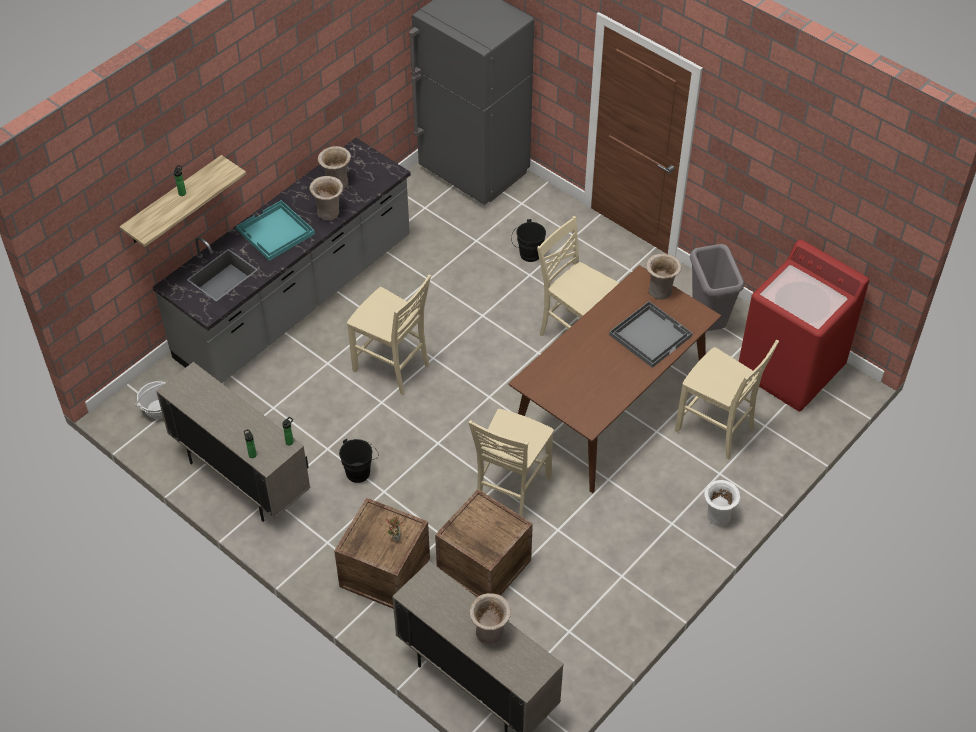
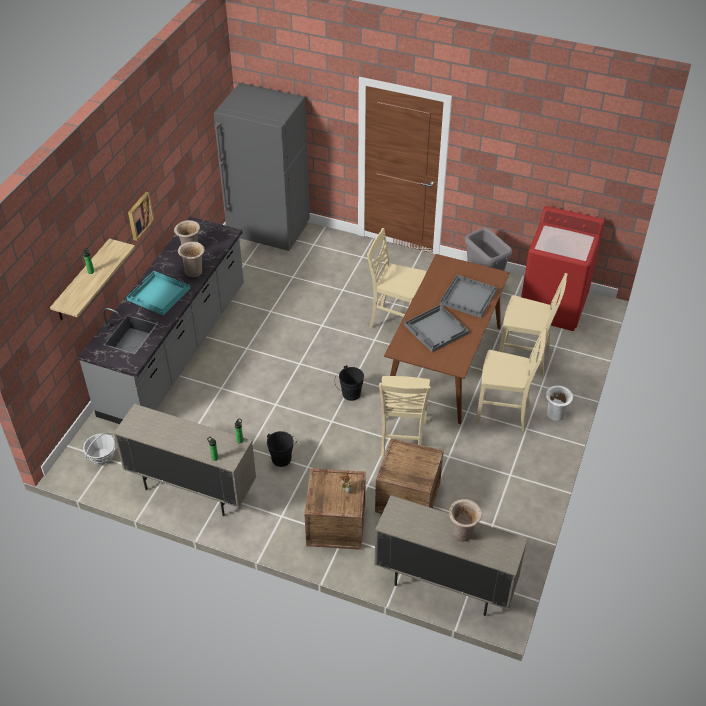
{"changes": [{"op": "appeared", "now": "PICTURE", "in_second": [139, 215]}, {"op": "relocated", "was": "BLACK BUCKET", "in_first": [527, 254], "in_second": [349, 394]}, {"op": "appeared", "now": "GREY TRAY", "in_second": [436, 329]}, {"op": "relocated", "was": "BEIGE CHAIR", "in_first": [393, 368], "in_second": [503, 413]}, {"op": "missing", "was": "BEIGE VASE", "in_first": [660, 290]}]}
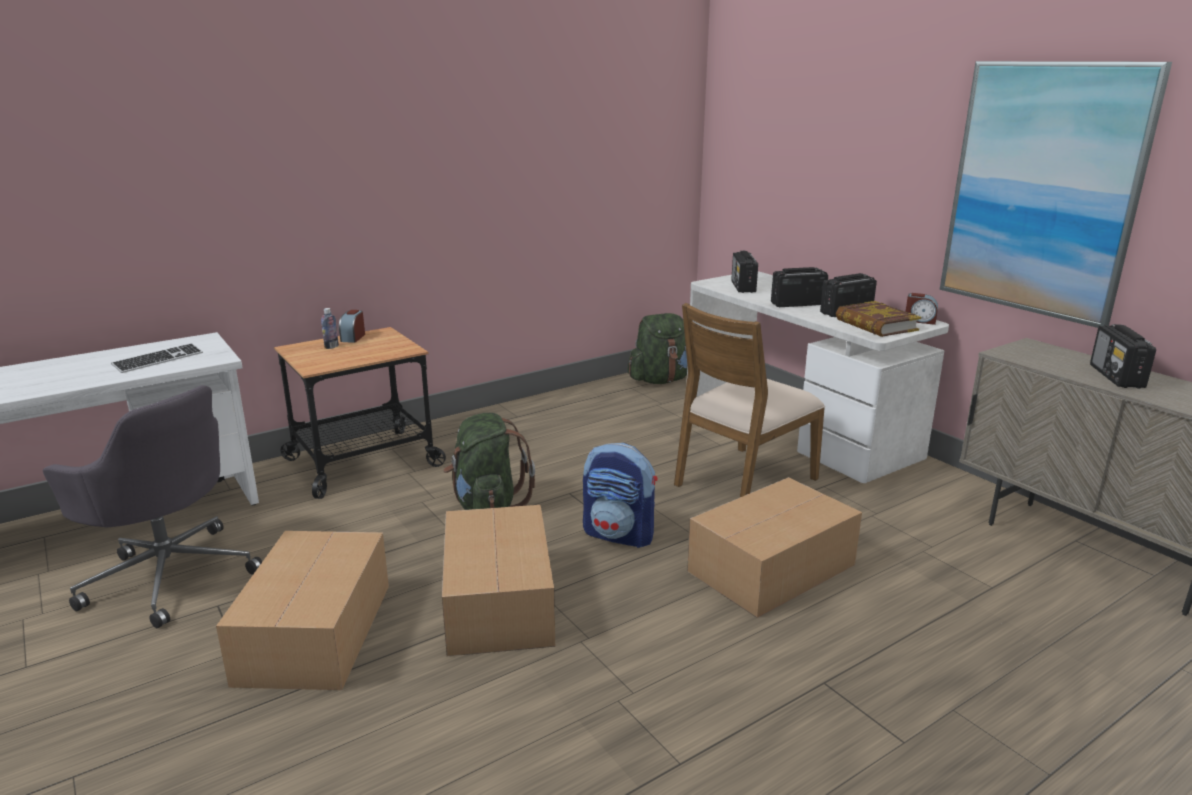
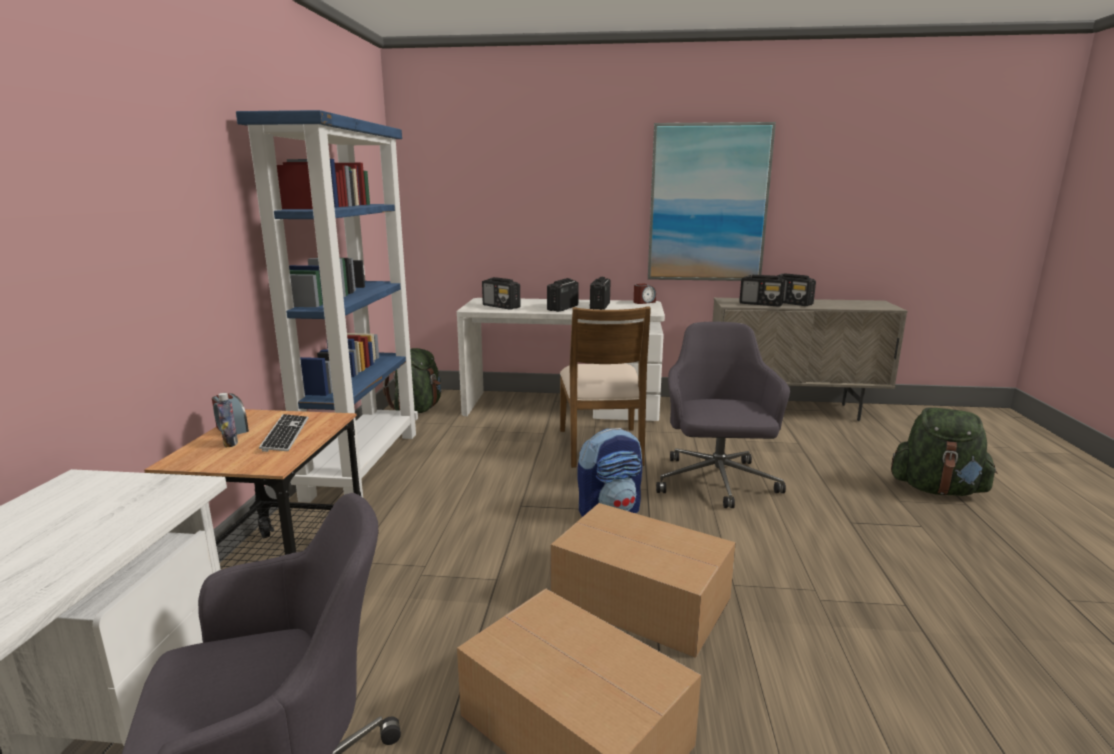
{"changes": [{"op": "appeared", "now": "BLUE BOOKCASE", "in_second": [363, 463]}, {"op": "relocated", "was": "KEYBOARD", "in_first": [158, 360], "in_second": [285, 434]}, {"op": "exchanged", "was": "CARDBOARD BOX", "now": "GREY OFFICE CHAIR", "in_first": [774, 567], "in_second": [716, 483]}, {"op": "appeared", "now": "RADIO", "in_second": [761, 304]}, {"op": "relocated", "was": "GREEN BACKPACK", "in_first": [487, 506], "in_second": [937, 489]}, {"op": "missing", "was": "BOOK", "in_first": [875, 325]}]}
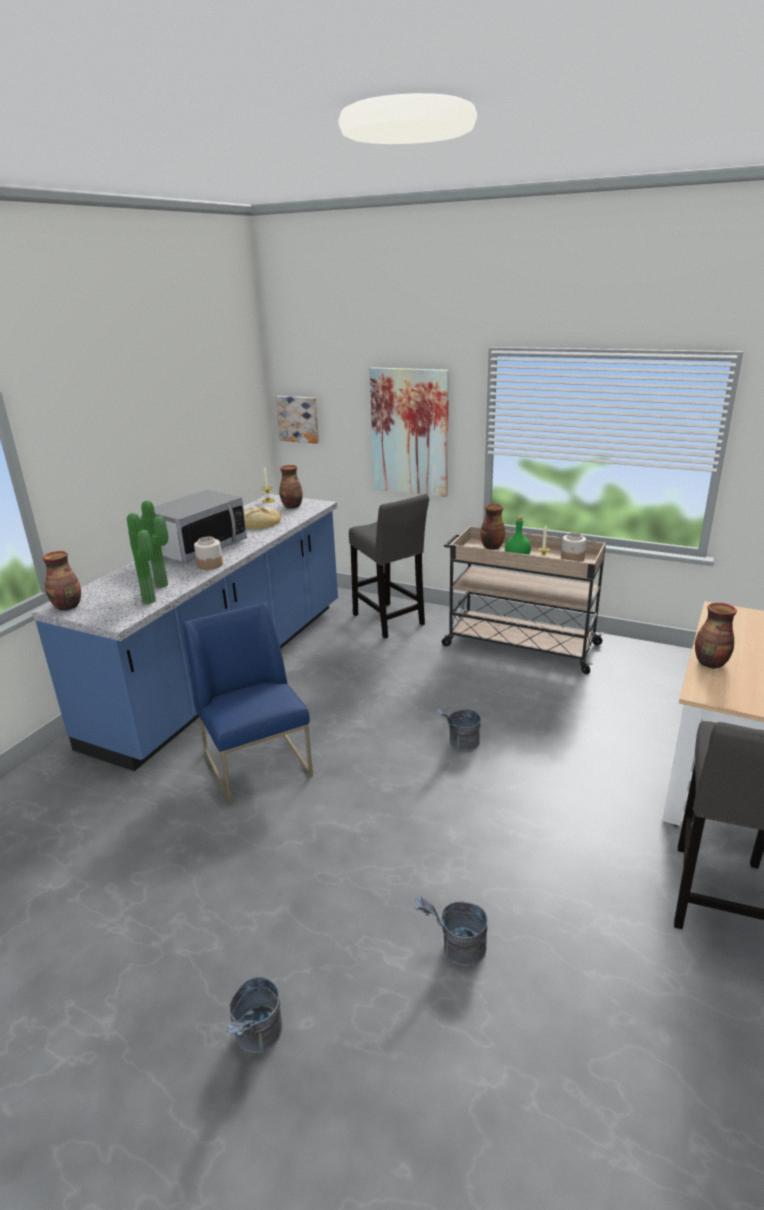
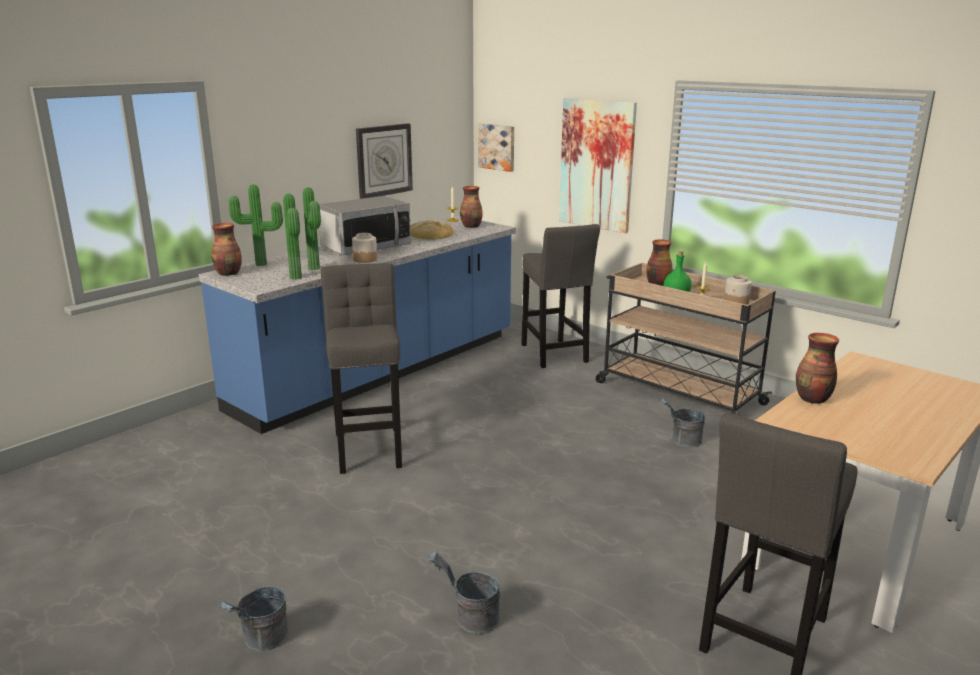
{"changes": [{"op": "appeared", "now": "POTTED PLANT", "in_second": [261, 265]}, {"op": "exchanged", "was": "BLUE CHAIR", "now": "GREY STOOL", "in_first": [258, 764], "in_second": [369, 447]}, {"op": "appeared", "now": "WALL CLOCK", "in_second": [384, 160]}, {"op": "relocated", "was": "GREY BUCKET", "in_first": [460, 745], "in_second": [682, 442]}]}
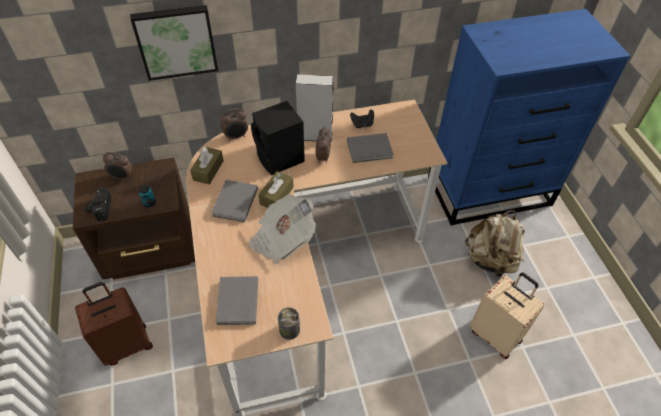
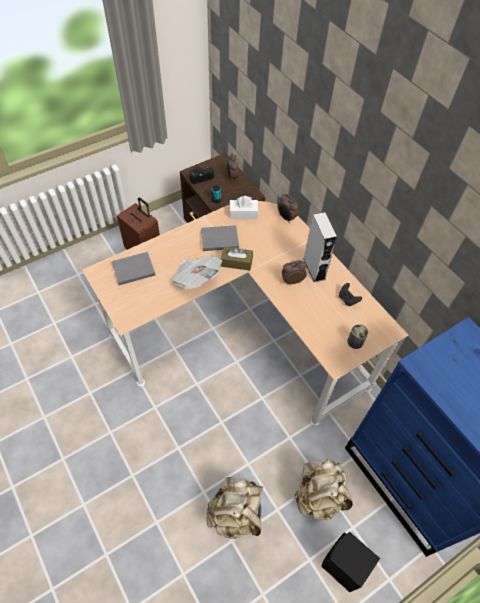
{"changes": [{"op": "exchanged", "was": "BEIGE SUITCASE", "now": "BEIGE BACKPACK", "in_first": [496, 335], "in_second": [236, 513]}, {"op": "colour", "was": "BROWN TISSUE BOX", "now": "WHITE TISSUE BOX", "in_first": [208, 170], "in_second": [243, 213]}, {"op": "relocated", "was": "BLACK SPEAKER", "in_first": [280, 159], "in_second": [342, 566]}, {"op": "relocated", "was": "CAN", "in_first": [289, 330], "in_second": [355, 342]}, {"op": "missing", "was": "PICTURE", "in_first": [176, 41]}, {"op": "missing", "was": "GREY BOOK", "in_first": [371, 149]}]}
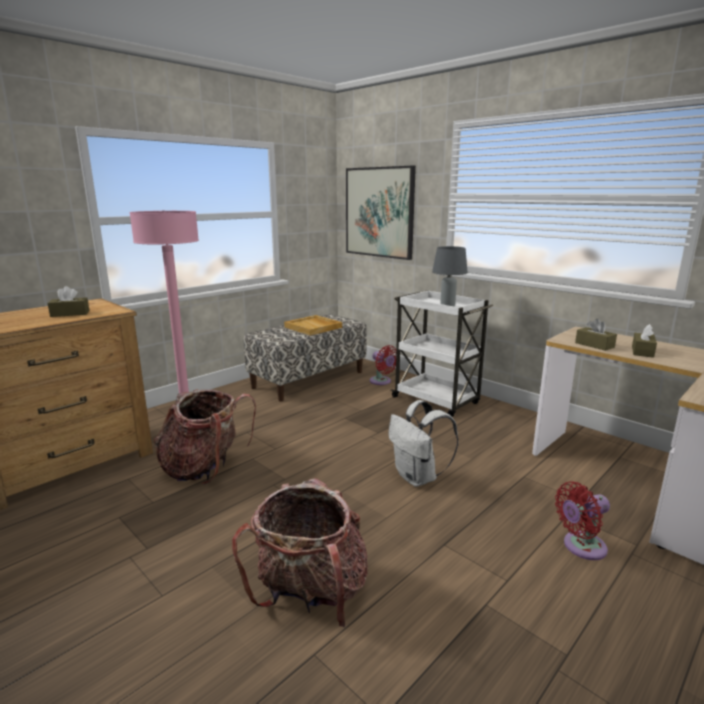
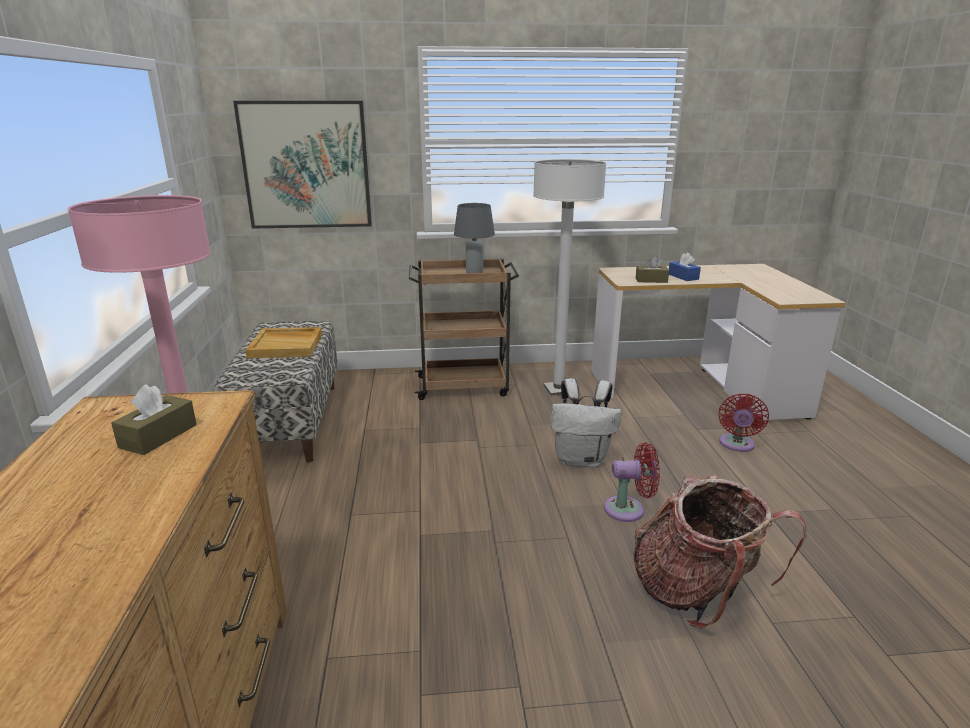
{"changes": [{"op": "colour", "was": "WHITE CART", "now": "BROWN CART", "in_first": [436, 401], "in_second": [464, 386]}, {"op": "appeared", "now": "WHITE FLOOR LAMP", "in_second": [558, 389]}, {"op": "relocated", "was": "RED FAN", "in_first": [381, 381], "in_second": [629, 509]}, {"op": "colour", "was": "BROWN TISSUE BOX", "now": "BLUE TISSUE BOX", "in_first": [642, 351], "in_second": [683, 277]}, {"op": "missing", "was": "BACKPACK", "in_first": [205, 468]}]}
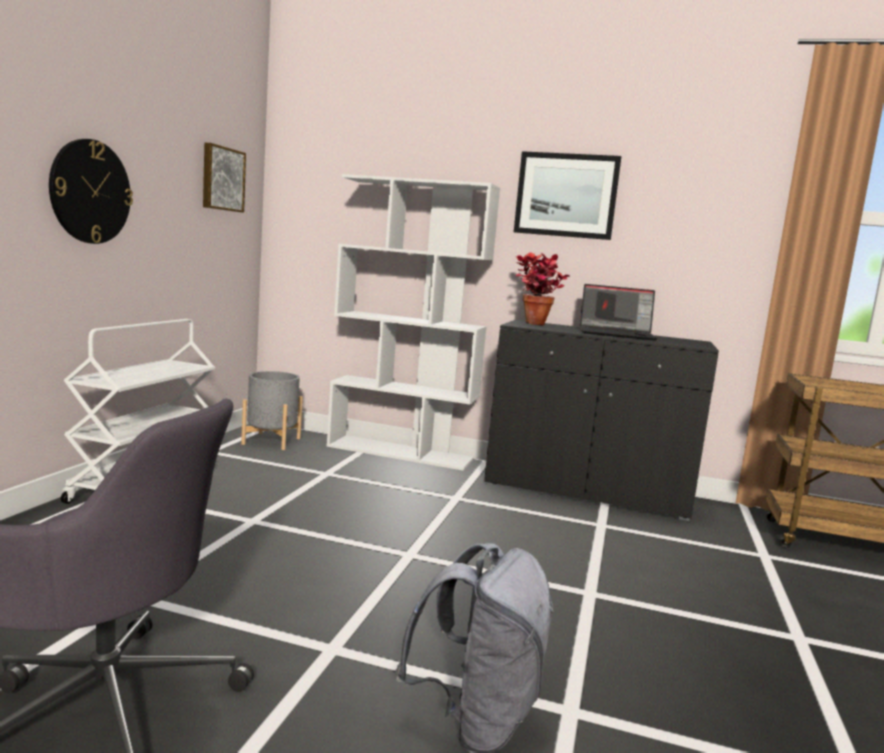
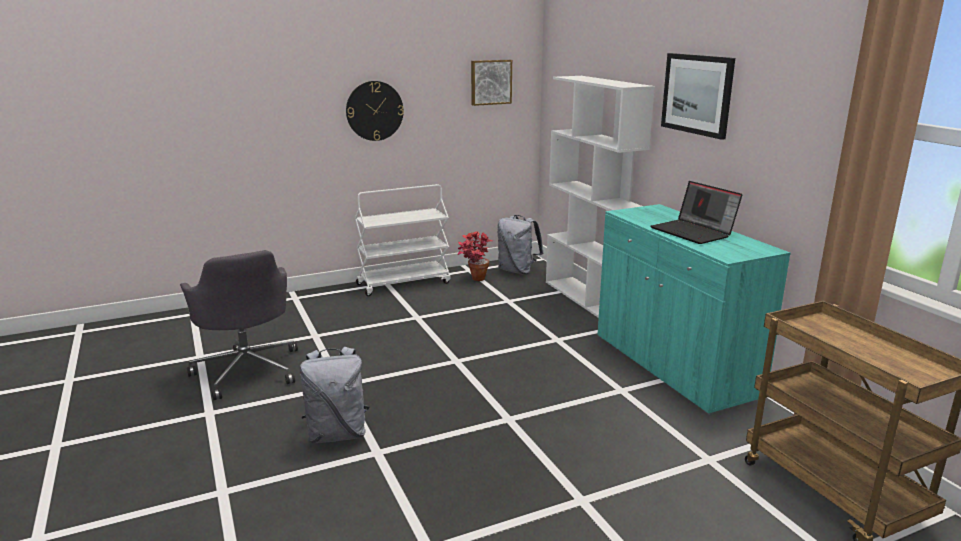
{"changes": [{"op": "relocated", "was": "POTTED PLANT", "in_first": [534, 325], "in_second": [473, 280]}, {"op": "exchanged", "was": "GREY PLANTER", "now": "GREY BACKPACK", "in_first": [271, 441], "in_second": [517, 271]}, {"op": "colour", "was": "BLACK CABINET", "now": "TURQUOISE CABINET", "in_first": [586, 491], "in_second": [674, 366]}]}
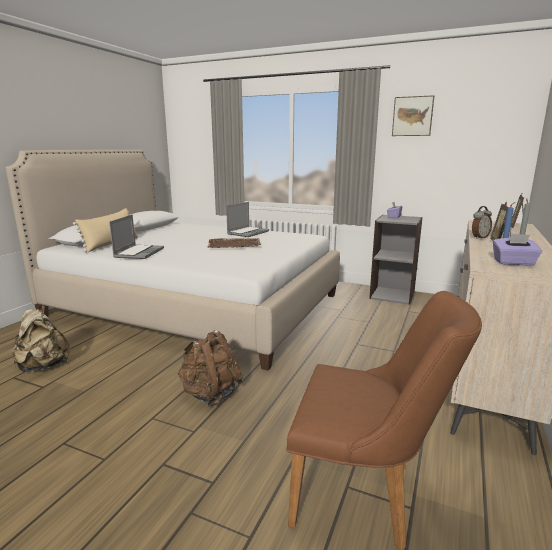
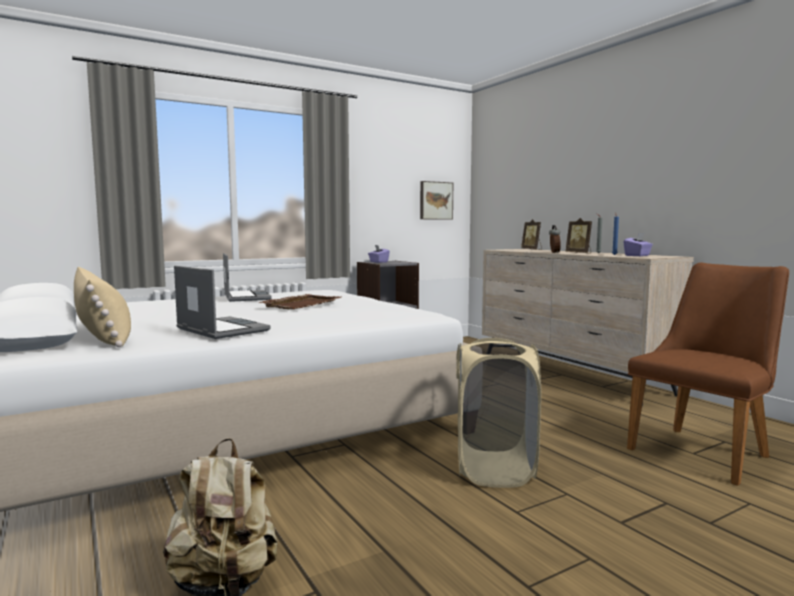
{"changes": [{"op": "relocated", "was": "PICTURE", "in_first": [412, 116], "in_second": [435, 200]}, {"op": "exchanged", "was": "BROWN BACKPACK", "now": "BEIGE LAUNDRY BASKET", "in_first": [210, 394], "in_second": [494, 469]}]}
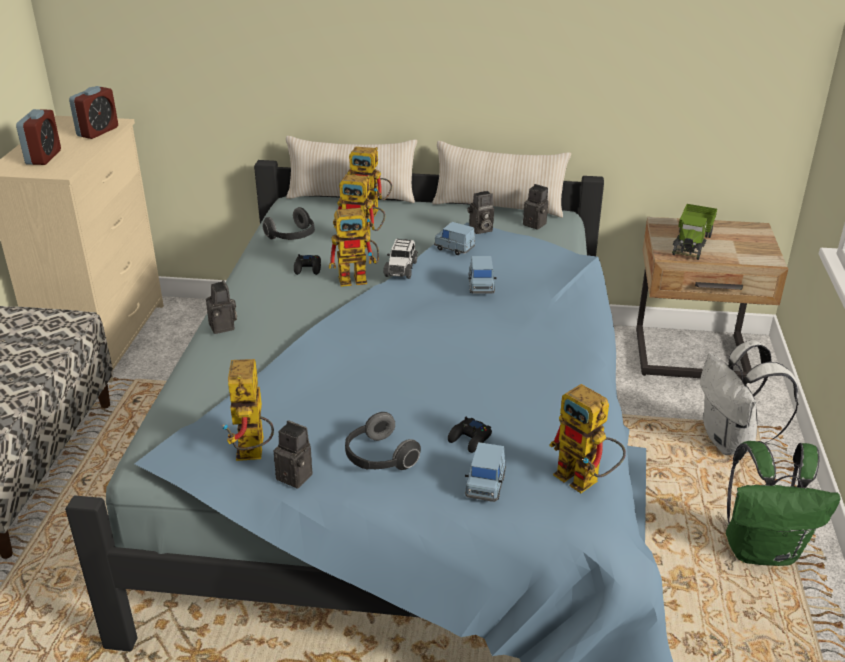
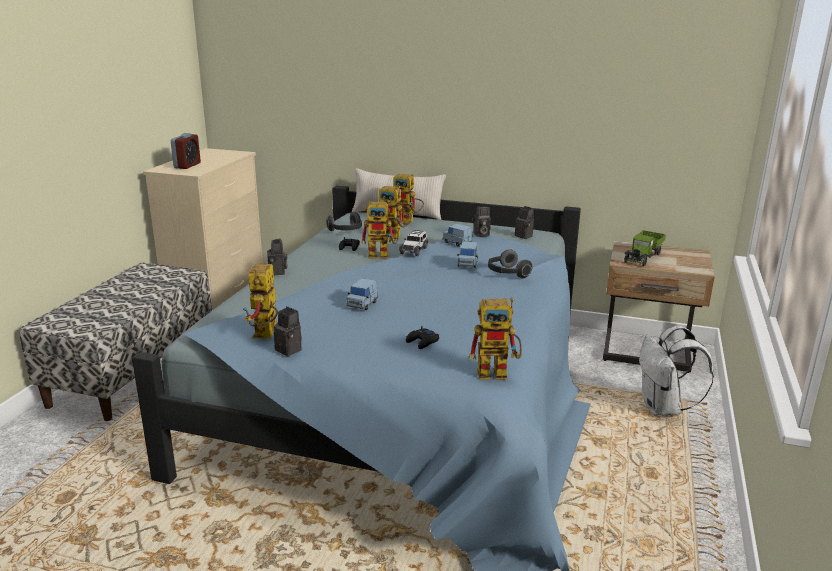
{"changes": [{"op": "relocated", "was": "BLUE TOY CAR", "in_first": [485, 486], "in_second": [362, 304]}, {"op": "spun", "was": "TOY ROBOT", "in_first": [585, 481], "in_second": [498, 372], "clockwise": -60}, {"op": "relocated", "was": "HEADPHONES", "in_first": [378, 458], "in_second": [507, 273]}, {"op": "missing", "was": "ALARM CLOCK", "in_first": [98, 132]}, {"op": "missing", "was": "BEIGE PILLOW", "in_first": [498, 207]}, {"op": "missing", "was": "GREEN BACKPACK", "in_first": [762, 549]}]}
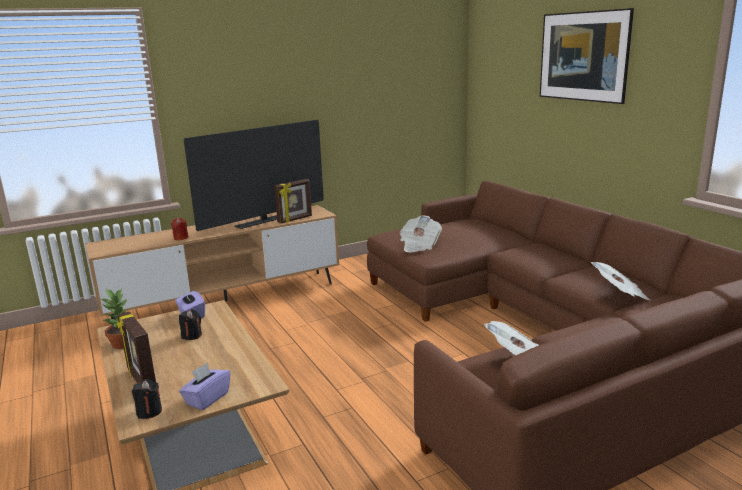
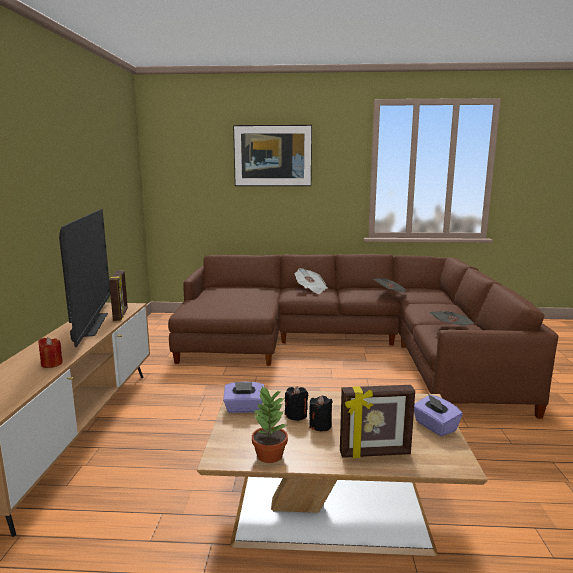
{"changes": [{"op": "relocated", "was": "NEWSPAPER", "in_first": [419, 245], "in_second": [311, 289]}, {"op": "relocated", "was": "BLACK CANDLE", "in_first": [149, 412], "in_second": [320, 426]}]}
